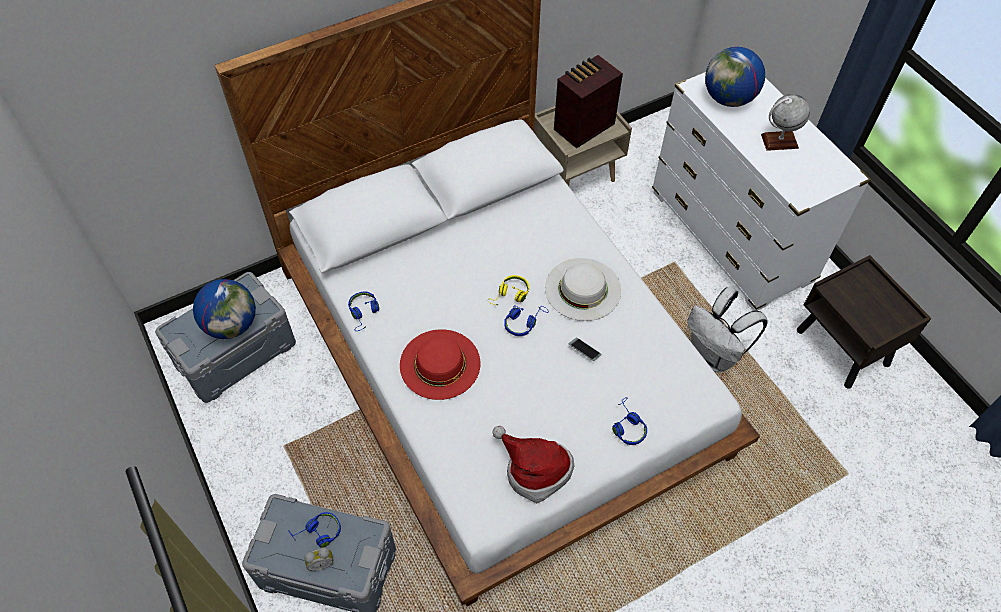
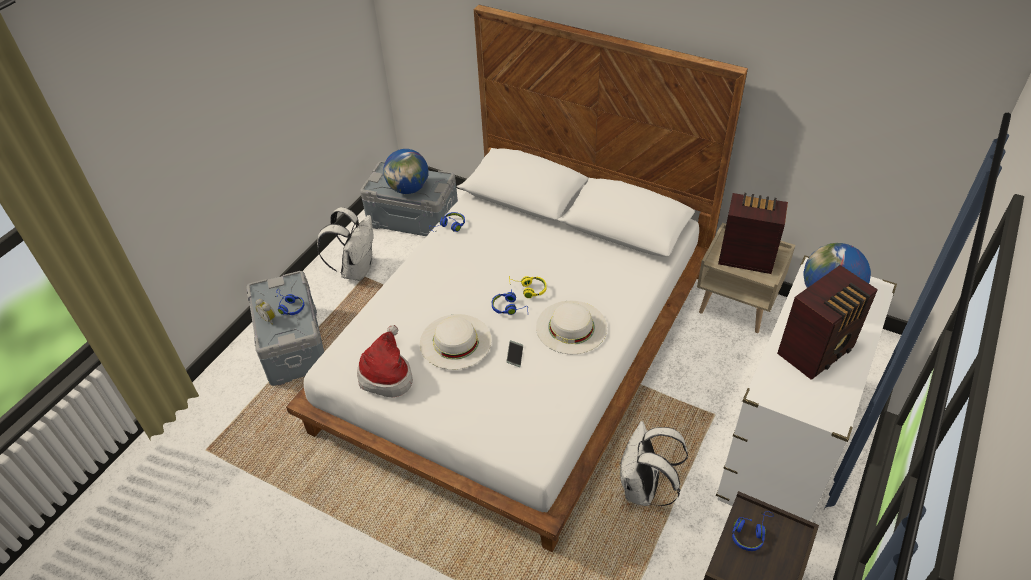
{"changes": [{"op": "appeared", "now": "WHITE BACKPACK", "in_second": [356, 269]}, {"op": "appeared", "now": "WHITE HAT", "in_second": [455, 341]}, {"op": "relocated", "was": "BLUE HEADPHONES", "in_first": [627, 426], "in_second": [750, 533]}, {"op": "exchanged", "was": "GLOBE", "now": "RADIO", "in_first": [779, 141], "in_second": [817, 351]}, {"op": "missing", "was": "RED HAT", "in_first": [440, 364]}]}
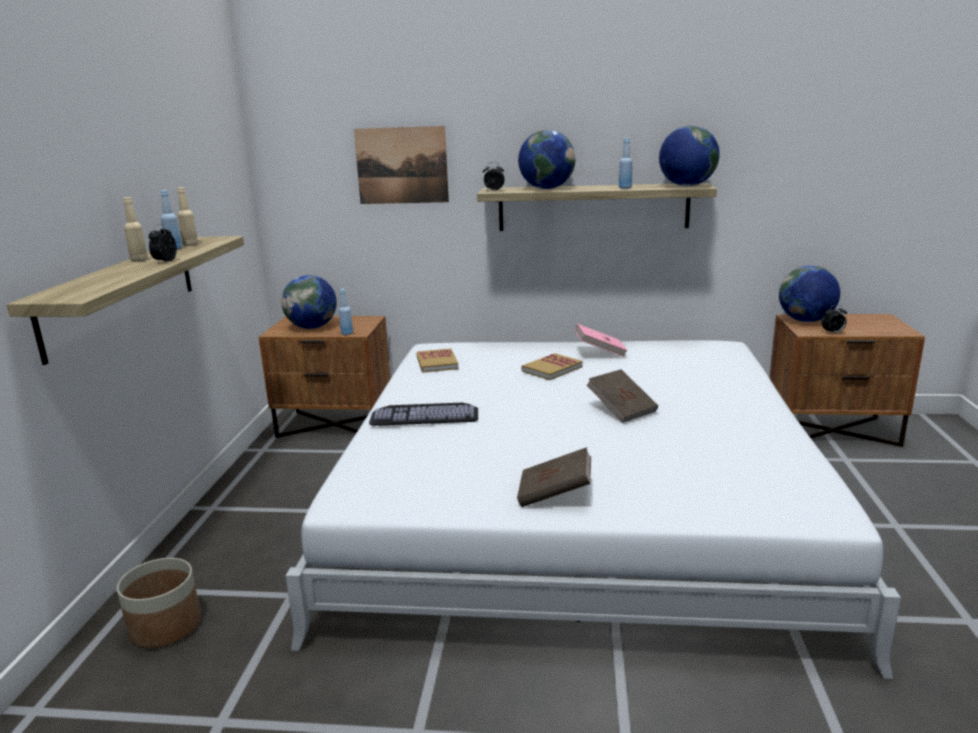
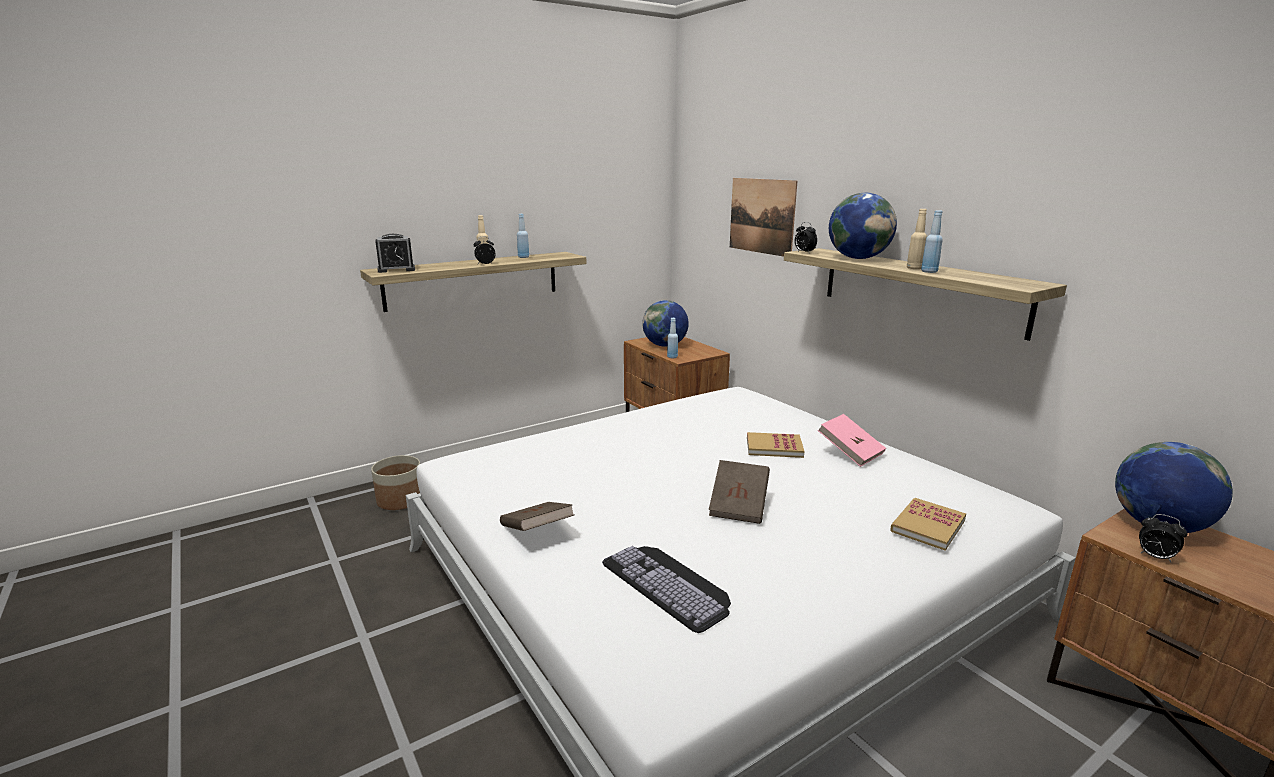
{"changes": [{"op": "appeared", "now": "ALARM CLOCK", "in_second": [396, 269]}, {"op": "relocated", "was": "KEYBOARD", "in_first": [425, 414], "in_second": [670, 584]}, {"op": "relocated", "was": "BOOK", "in_first": [437, 363], "in_second": [928, 526]}, {"op": "relocated", "was": "BEIGE BOTTLE", "in_first": [190, 245], "in_second": [914, 268]}, {"op": "missing", "was": "GLOBE", "in_first": [687, 186]}]}
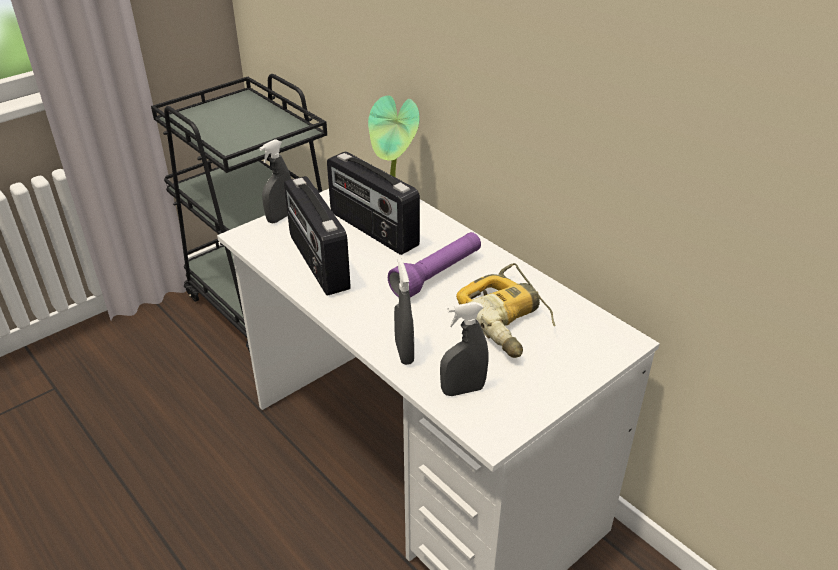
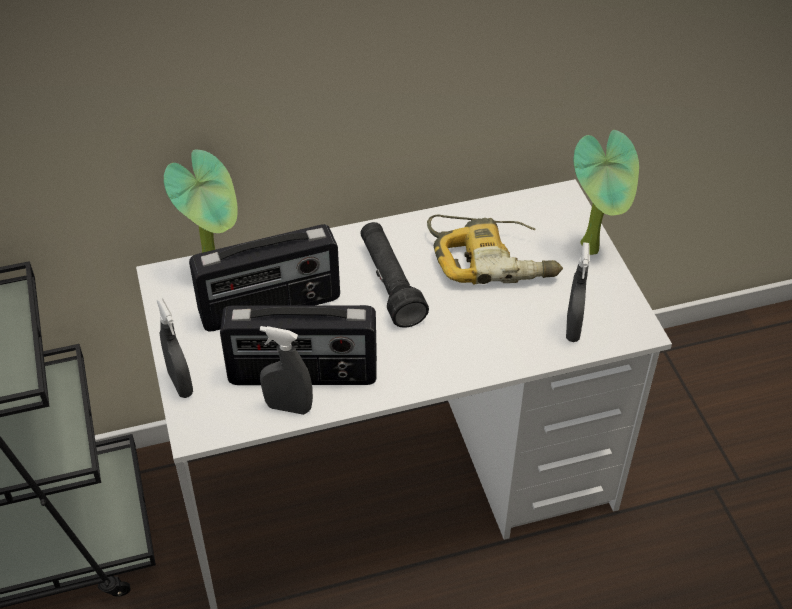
{"changes": [{"op": "relocated", "was": "GREY SPRAY BOTTLE", "in_first": [404, 352], "in_second": [288, 407]}, {"op": "colour", "was": "PURPLE FLASHLIGHT", "now": "BLACK FLASHLIGHT", "in_first": [437, 275], "in_second": [390, 283]}, {"op": "appeared", "now": "POTTED PLANT", "in_second": [595, 248]}]}
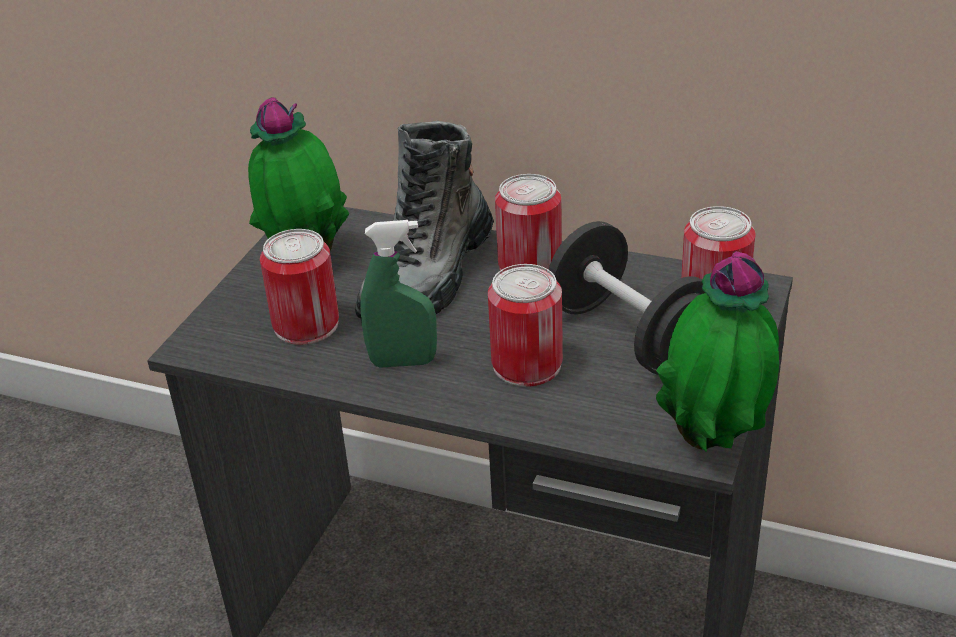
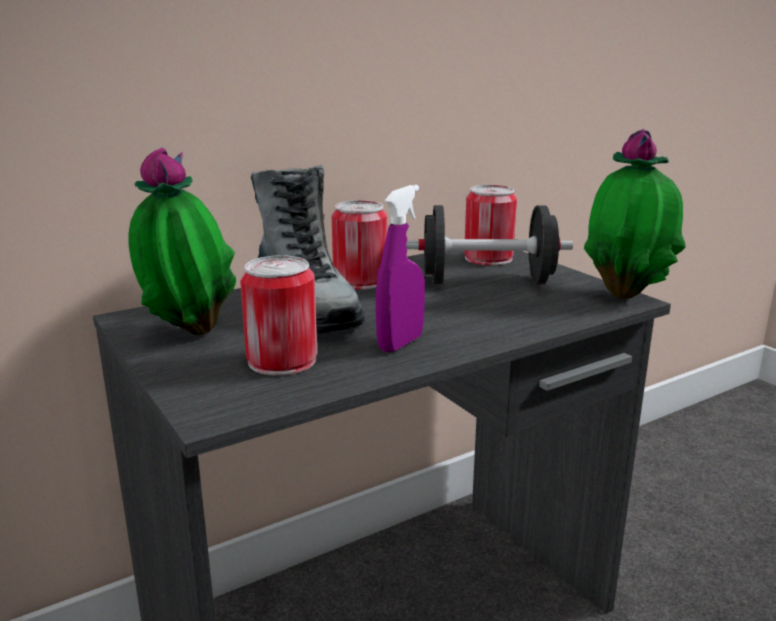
{"changes": [{"op": "colour", "was": "GREEN SPRAY BOTTLE", "now": "PURPLE SPRAY BOTTLE", "in_first": [403, 362], "in_second": [400, 343]}, {"op": "missing", "was": "CAN", "in_first": [527, 365]}]}
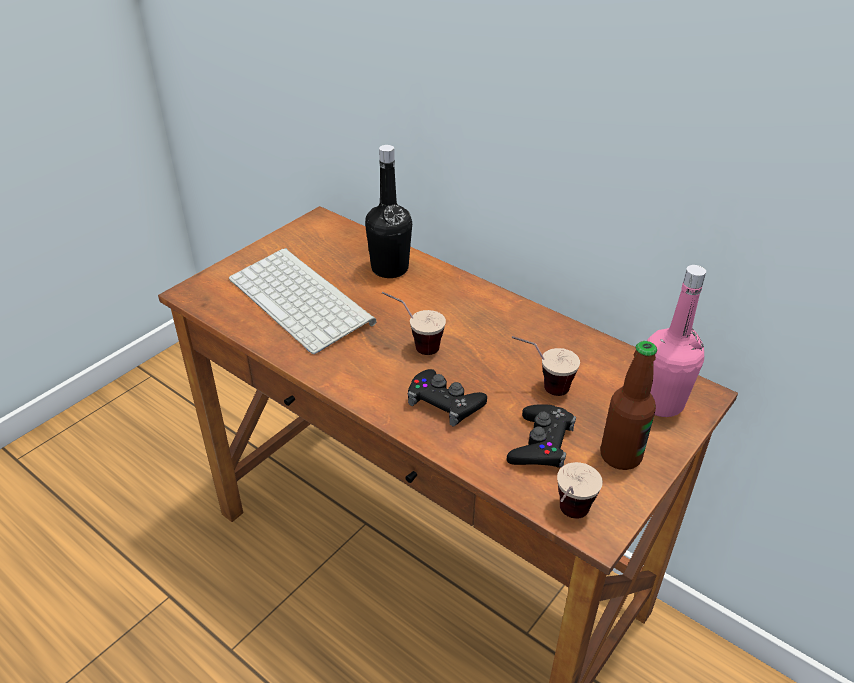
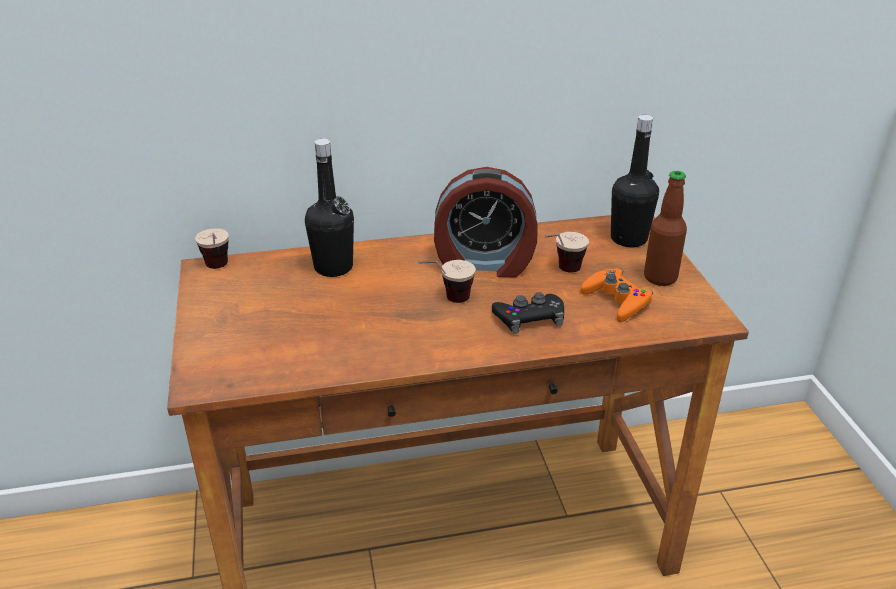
{"changes": [{"op": "relocated", "was": "CUP", "in_first": [567, 520], "in_second": [219, 270]}, {"op": "appeared", "now": "ALARM CLOCK", "in_second": [484, 264]}, {"op": "colour", "was": "BLACK GAME CONTROLLER", "now": "ORANGE GAME CONTROLLER", "in_first": [541, 443], "in_second": [616, 300]}, {"op": "colour", "was": "PINK BOTTLE", "now": "BLACK BOTTLE", "in_first": [660, 402], "in_second": [628, 239]}, {"op": "missing", "was": "KEYBOARD", "in_first": [303, 300]}]}
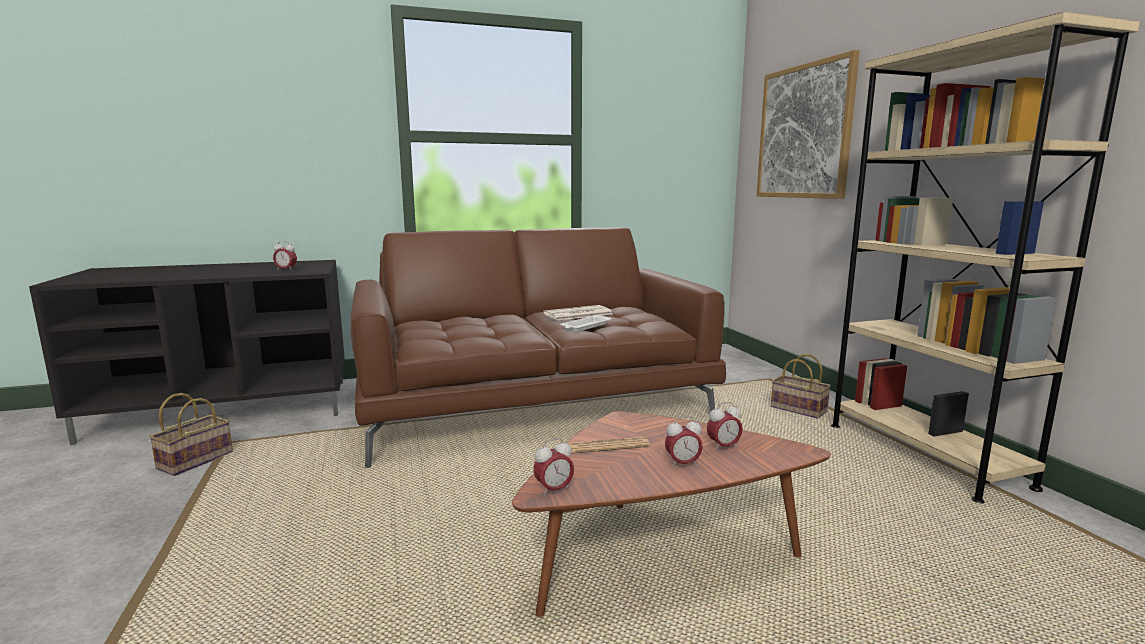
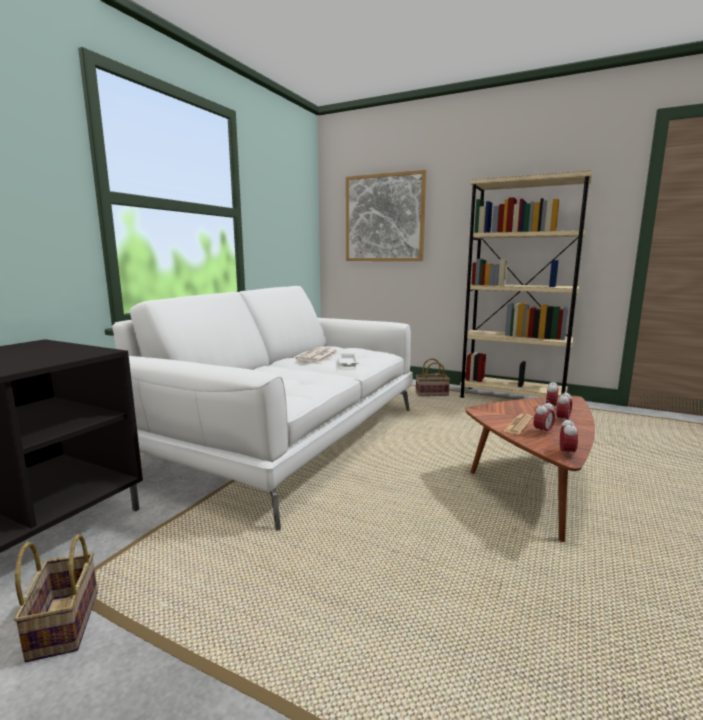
{"changes": [{"op": "colour", "was": "BROWN SOFA", "now": "WHITE SOFA", "in_first": [533, 402], "in_second": [288, 437]}, {"op": "relocated", "was": "ALARM CLOCK", "in_first": [286, 270], "in_second": [543, 432]}]}
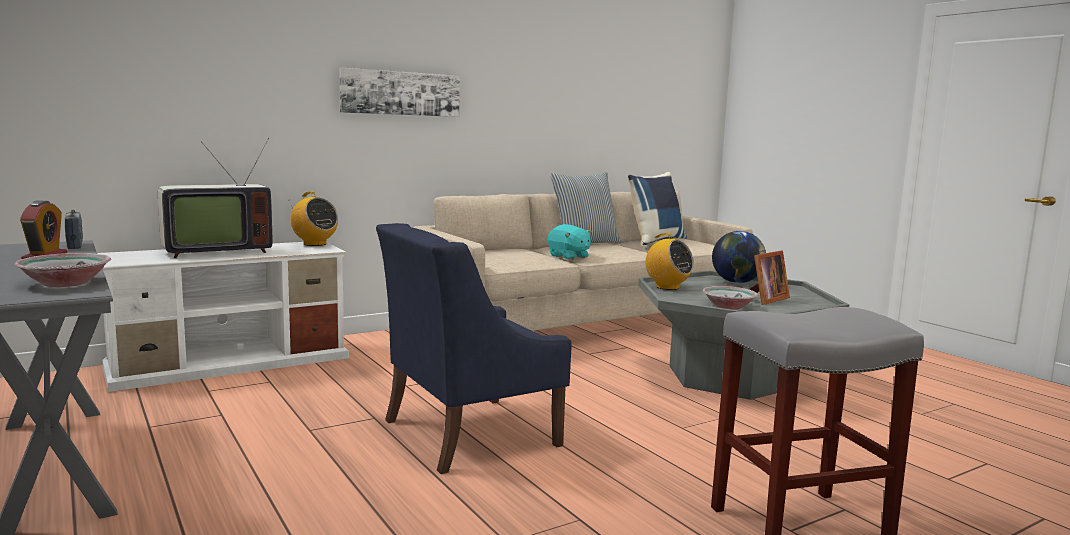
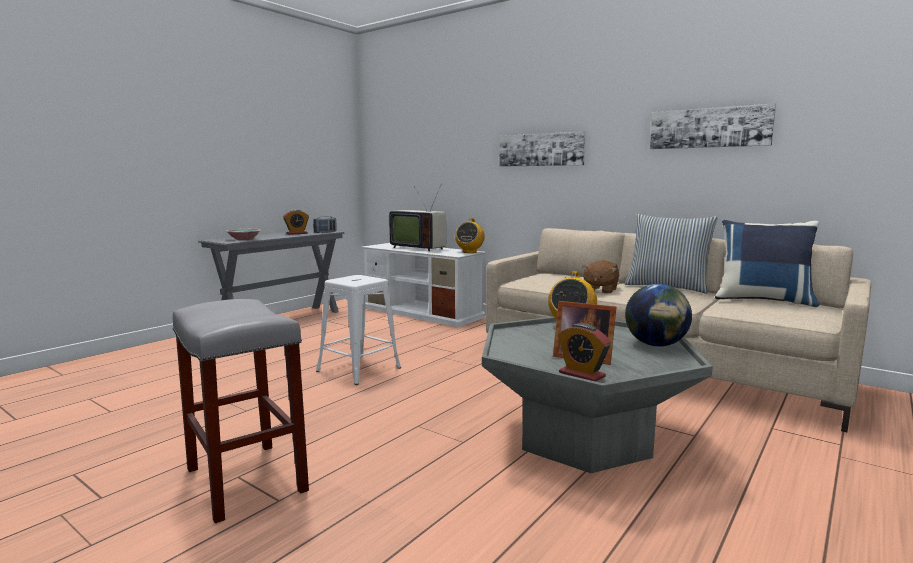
{"changes": [{"op": "exchanged", "was": "BLUE ARMCHAIR", "now": "WHITE STOOL", "in_first": [468, 433], "in_second": [359, 369]}, {"op": "appeared", "now": "ALARM CLOCK", "in_second": [582, 375]}, {"op": "colour", "was": "TURQUOISE PLUSH TOY", "now": "BROWN PLUSH TOY", "in_first": [568, 256], "in_second": [600, 290]}, {"op": "appeared", "now": "PICTURE", "in_second": [709, 128]}, {"op": "missing", "was": "BOWL", "in_first": [728, 307]}]}
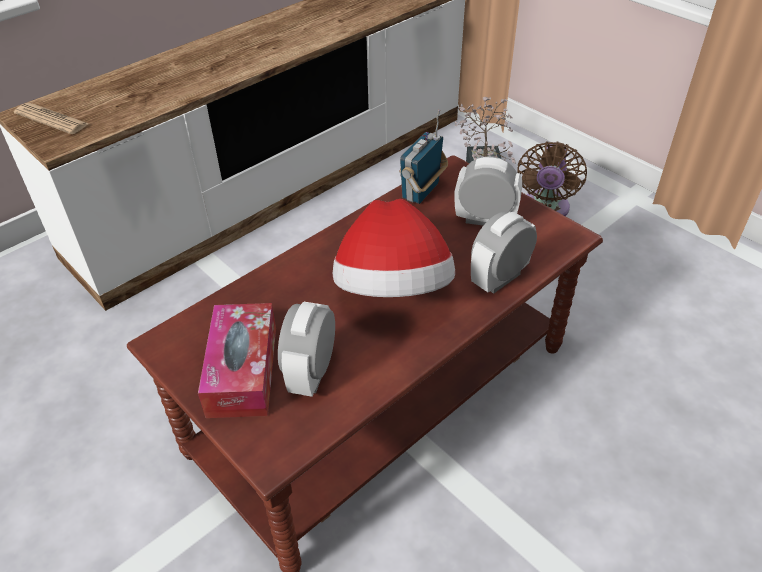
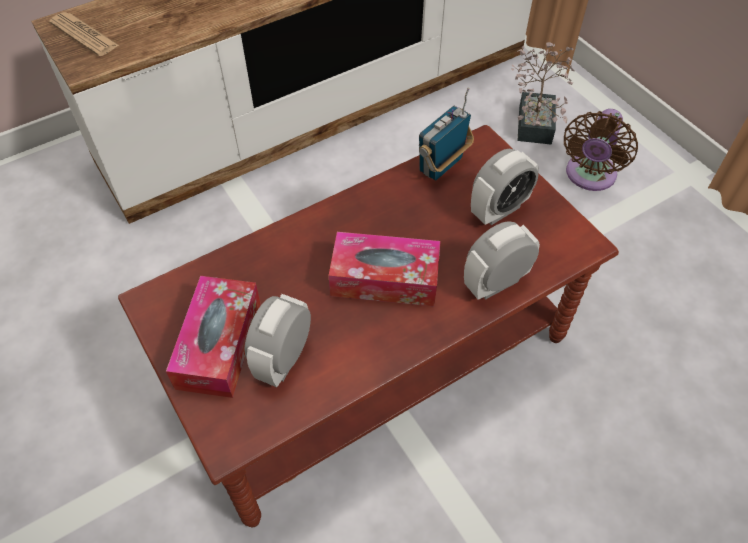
{"changes": [{"op": "exchanged", "was": "HAT", "now": "TISSUE BOX", "in_first": [393, 290], "in_second": [385, 279]}, {"op": "spun", "was": "ALARM CLOCK", "in_first": [485, 220], "in_second": [499, 210], "clockwise": 120}]}
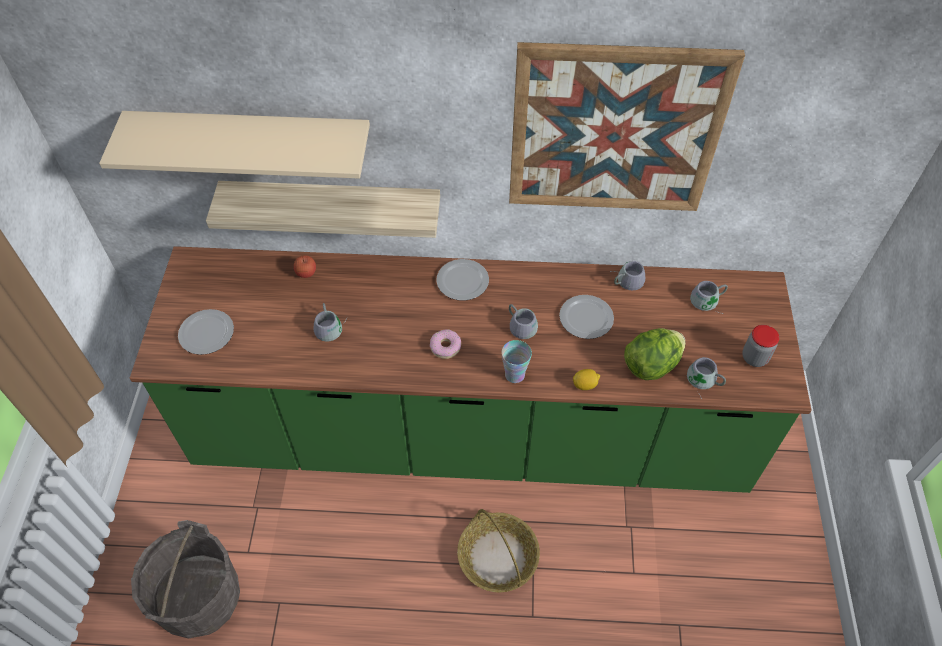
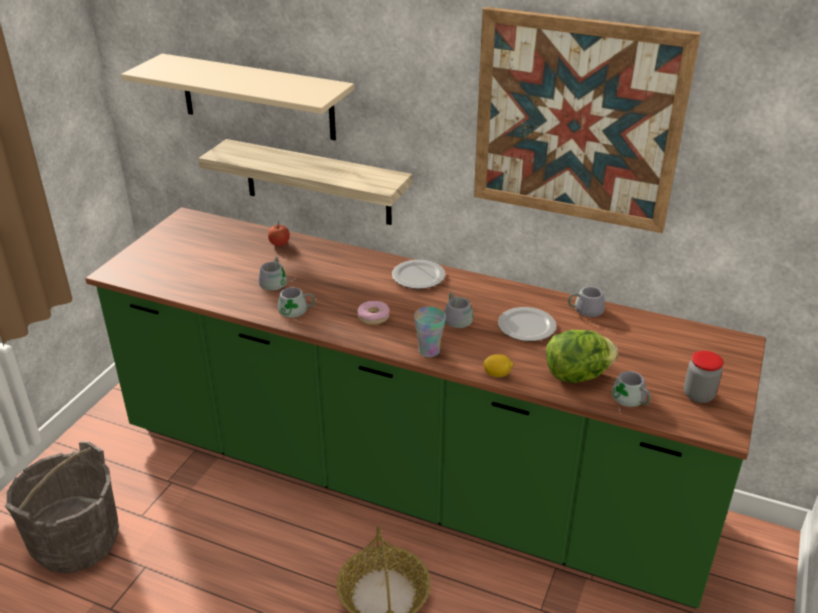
{"changes": [{"op": "relocated", "was": "GREY MUG", "in_first": [708, 302], "in_second": [296, 312]}, {"op": "missing", "was": "PLATE", "in_first": [205, 333]}]}
